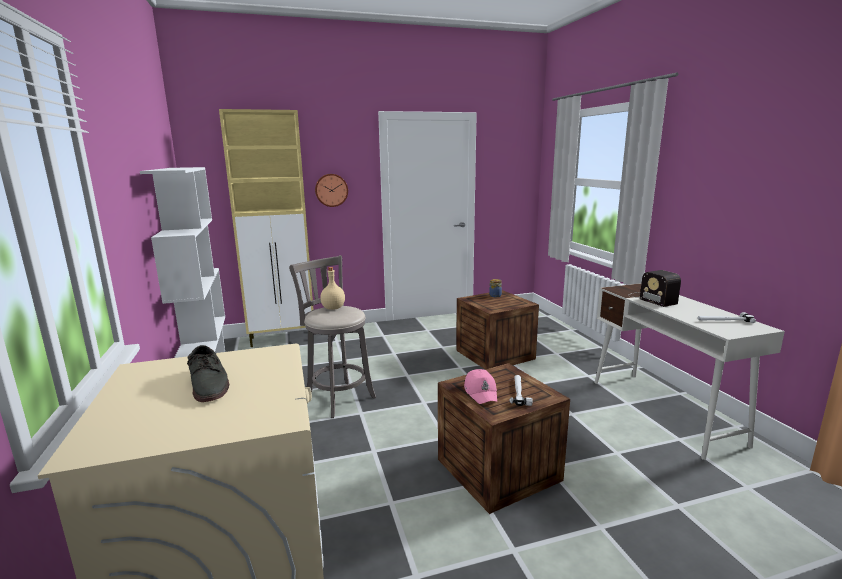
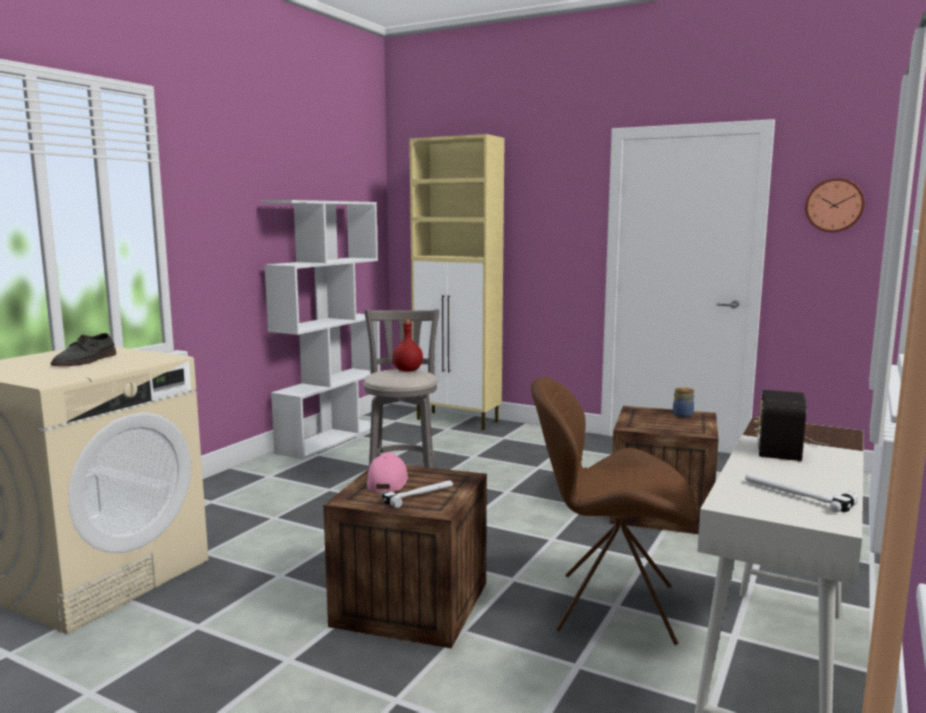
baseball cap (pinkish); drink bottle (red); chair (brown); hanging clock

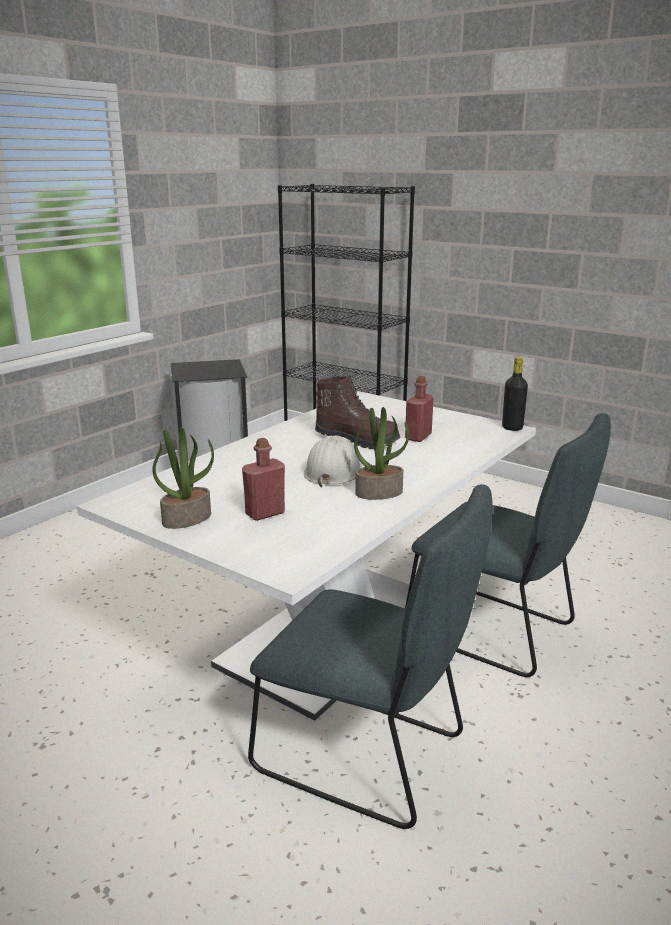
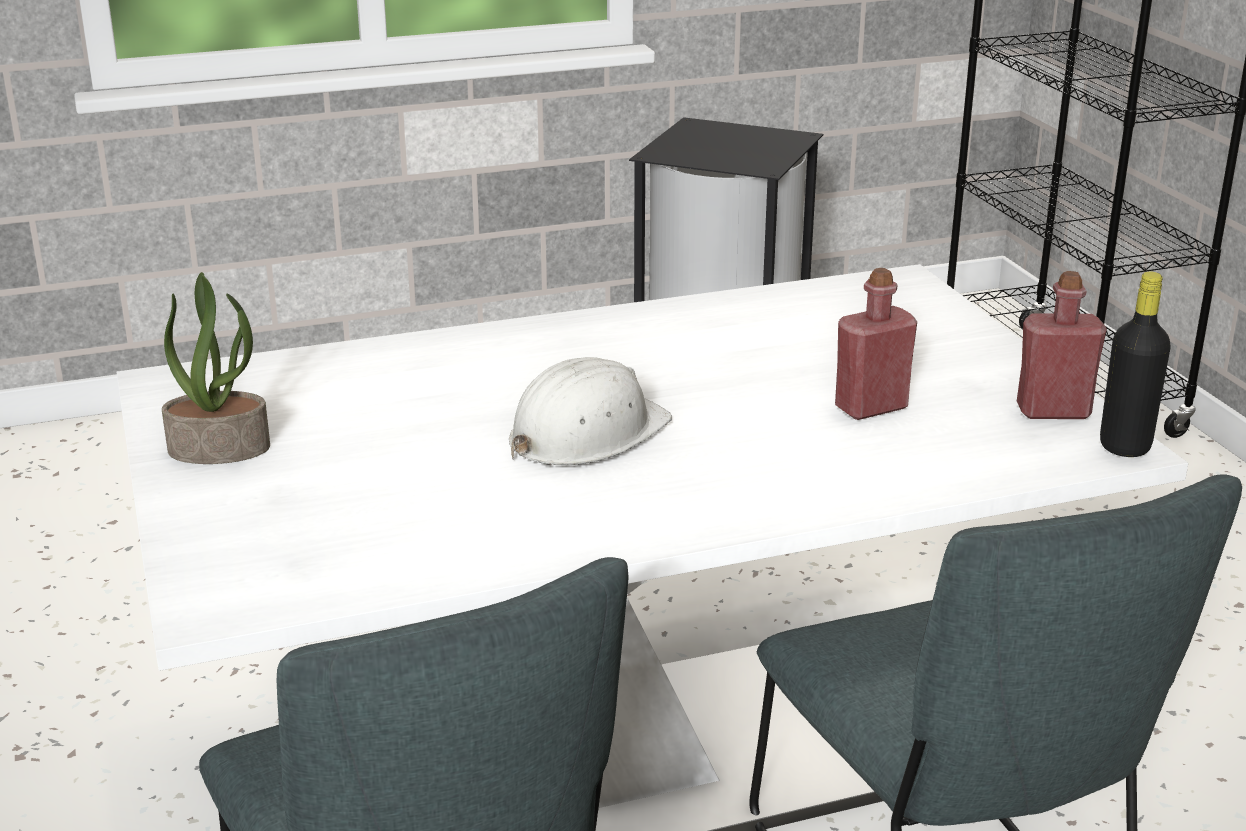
drink bottle (red) (no. 2 from left); high-top boot (brown); potted plant (no. 2 from left in the first image)

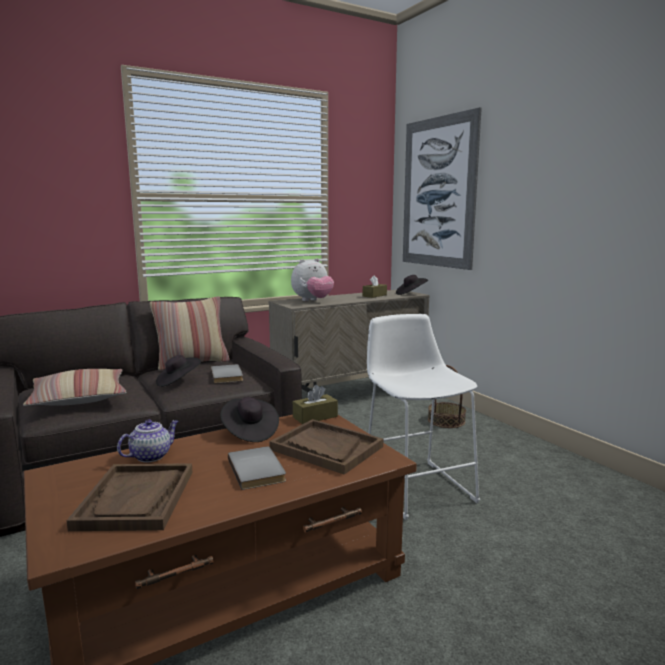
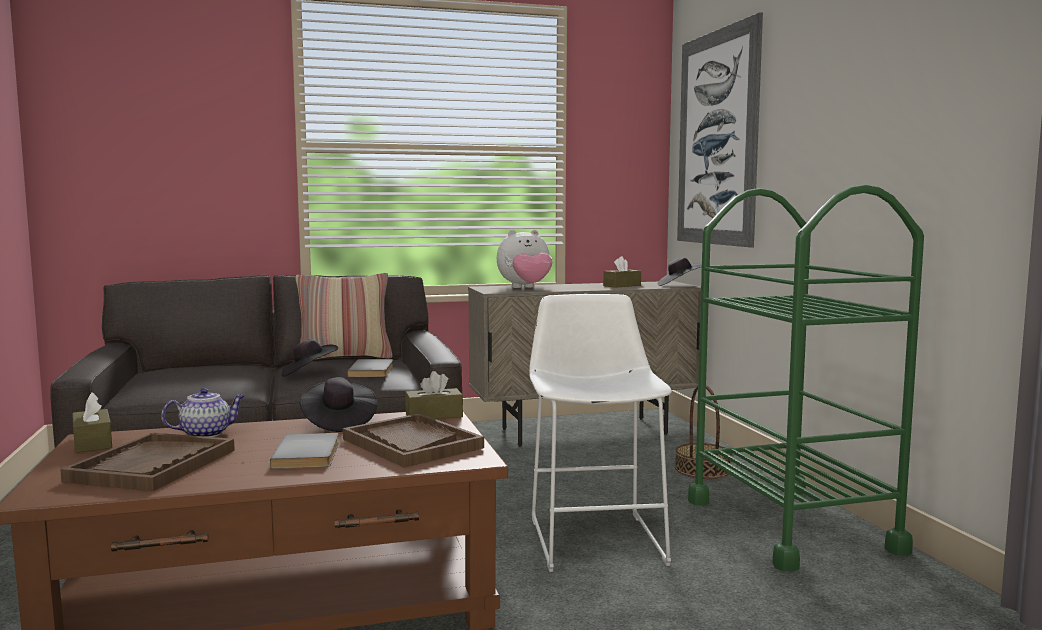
tissue holder (brown) (no. 1 from left); cart (green); throw pillow (no. 1 from left in the first image)

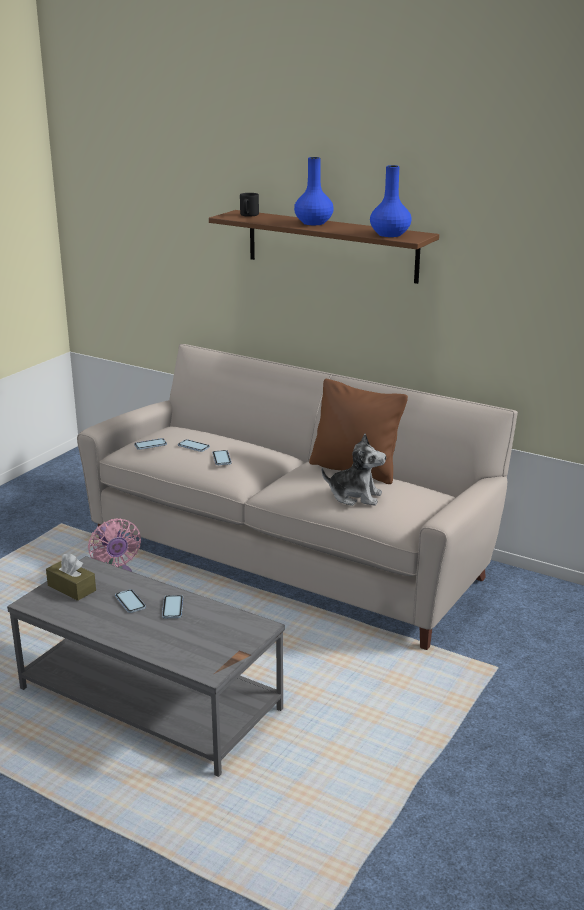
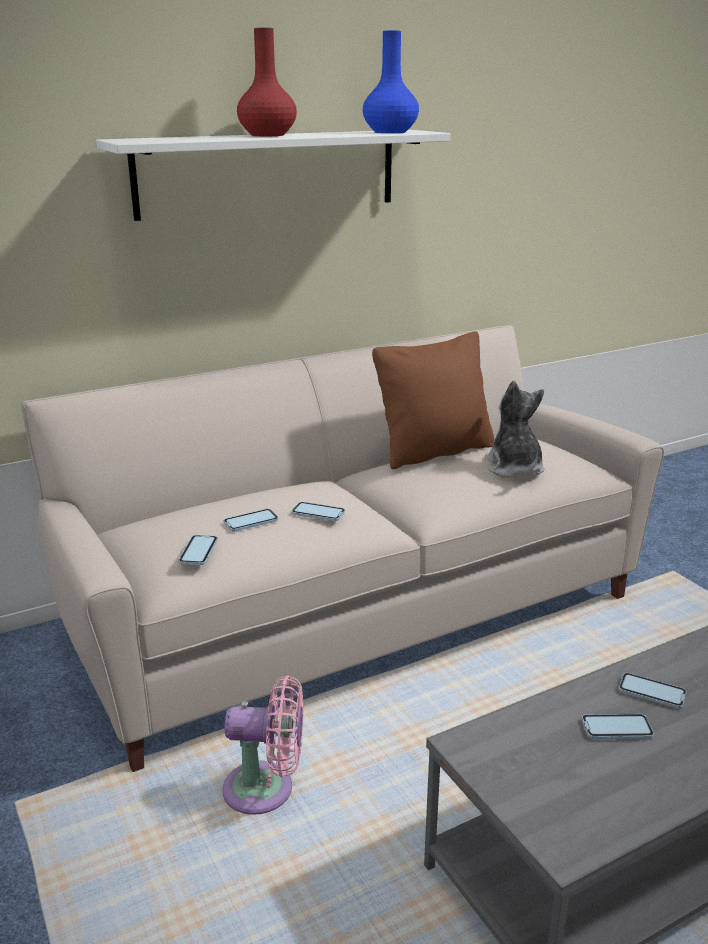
wall shelf (white-coloured); flower vase (red); soft toy; tissue holder (brown); tea mug (blackish)

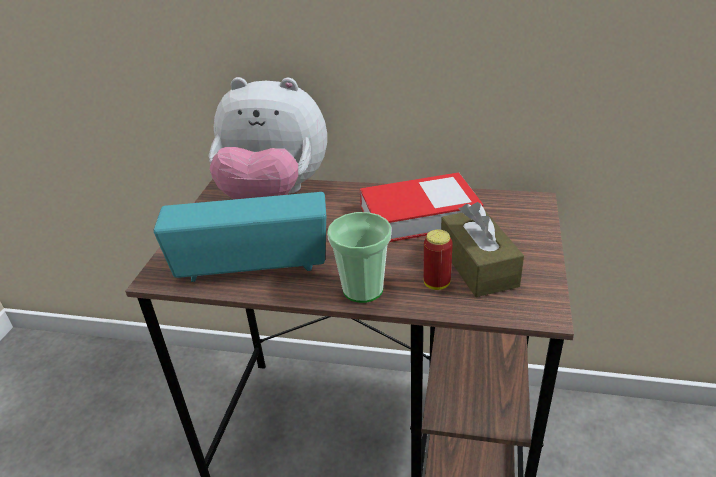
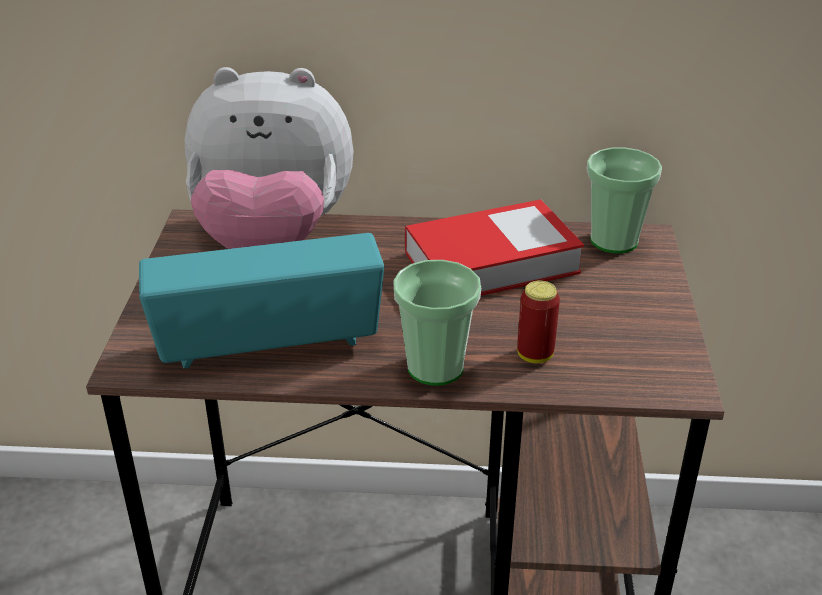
cup (no. 2 from left); tissue holder (brown)

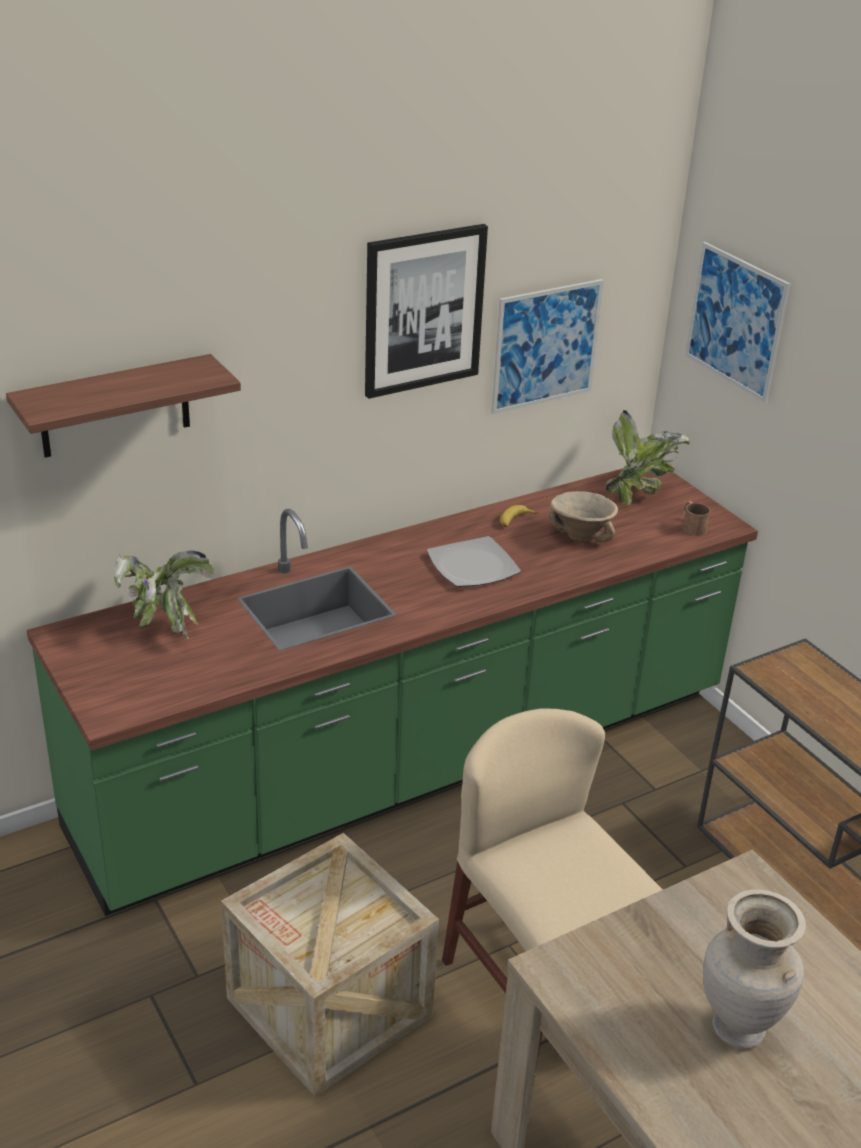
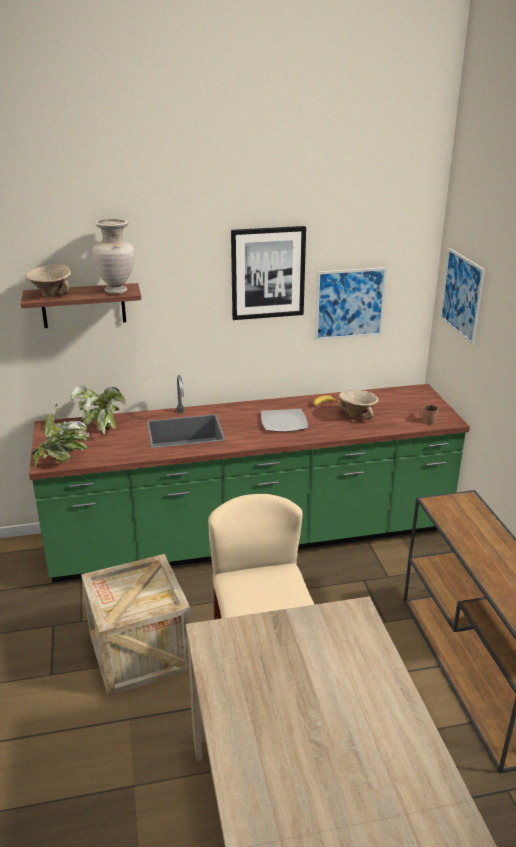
bowl (sand-coloured) (no. 1 from left); potted plant (no. 1 from left); flower vase (sand-coloured)

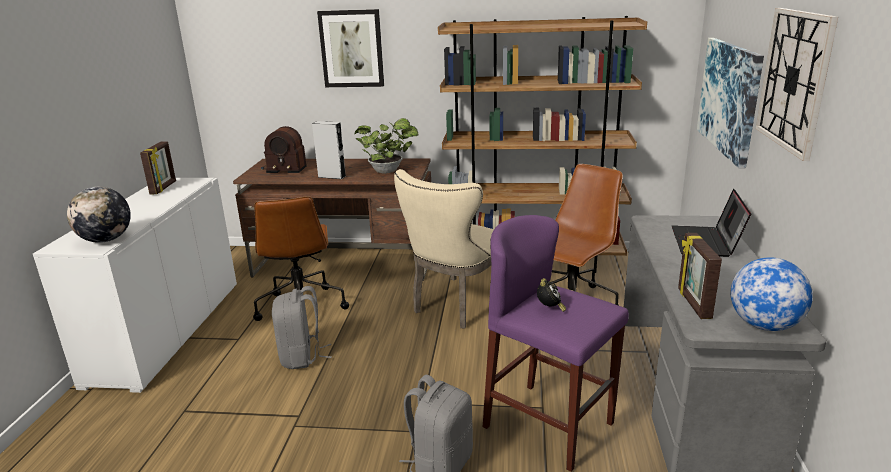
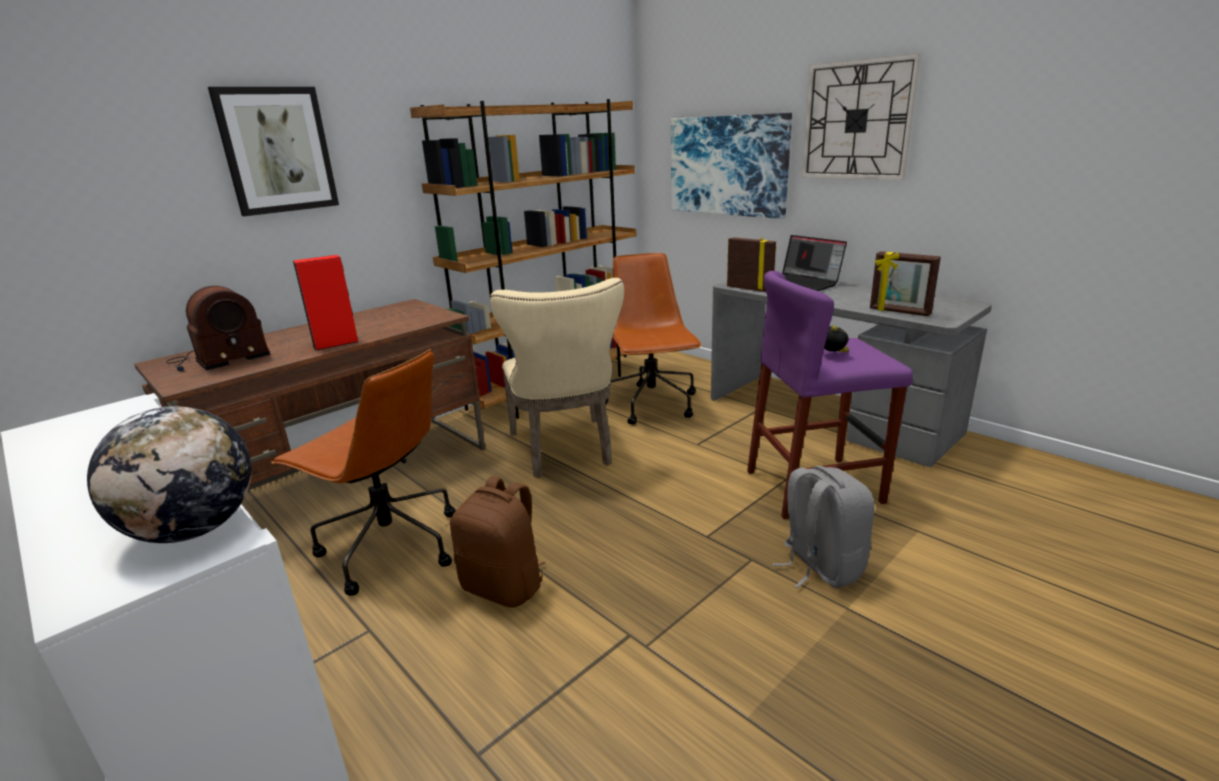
loudspeaker (red); backpack (brown); standing frame (no. 1 from left); potted plant; world globe (no. 2 from left in the first image)

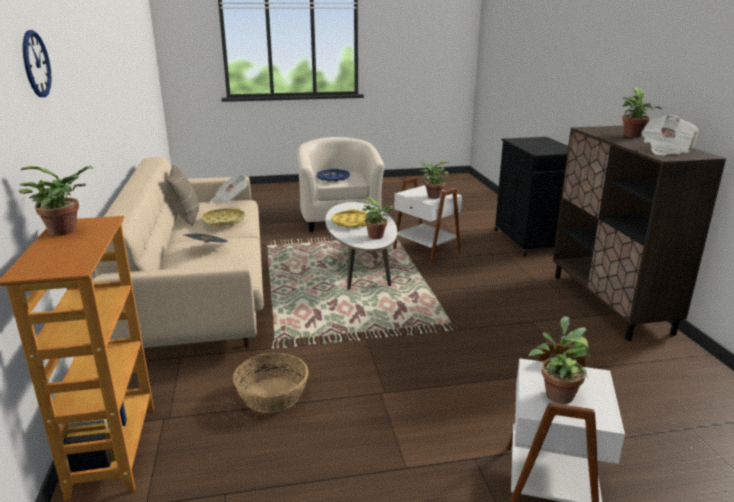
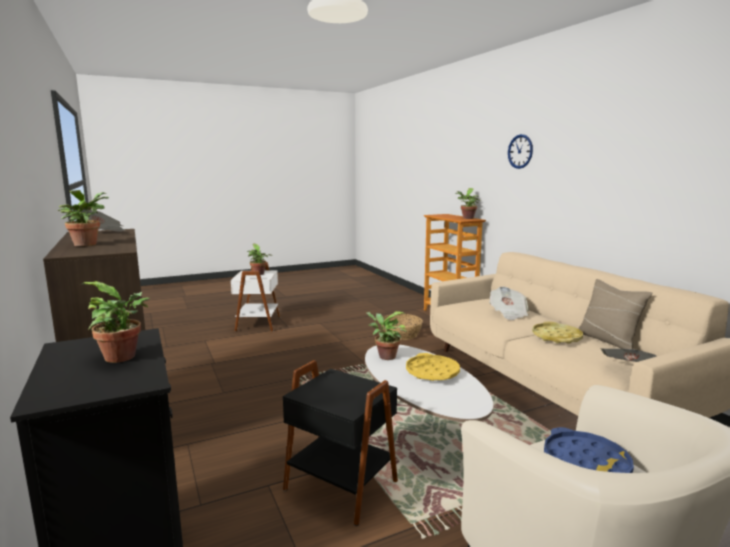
potted plant (no. 2 from left); side table (blackish)

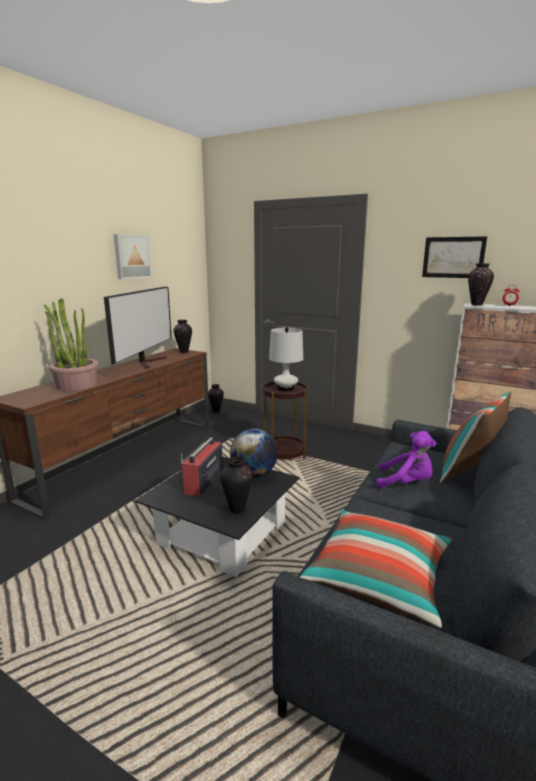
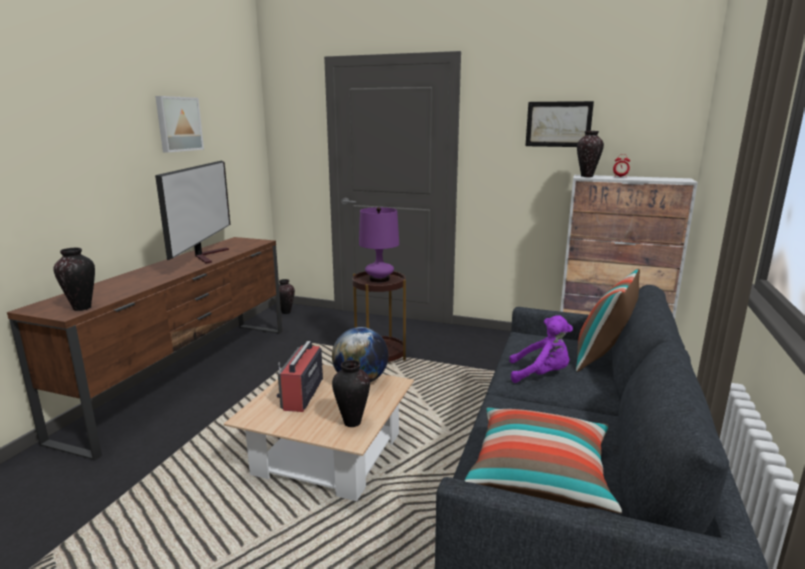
flower vase (no. 1 from left); coffee table (sand-coloured); tabletop lamp (purple); potted plant

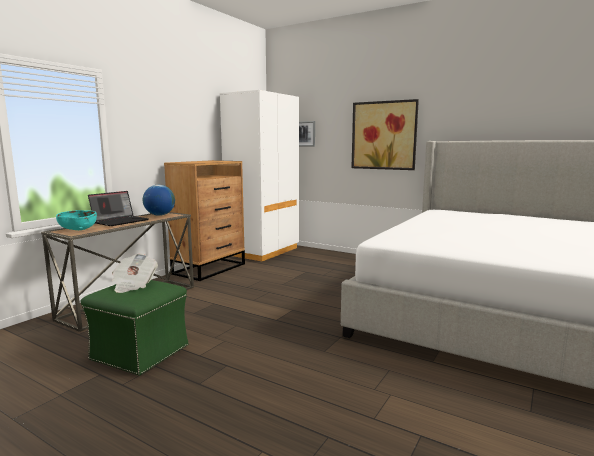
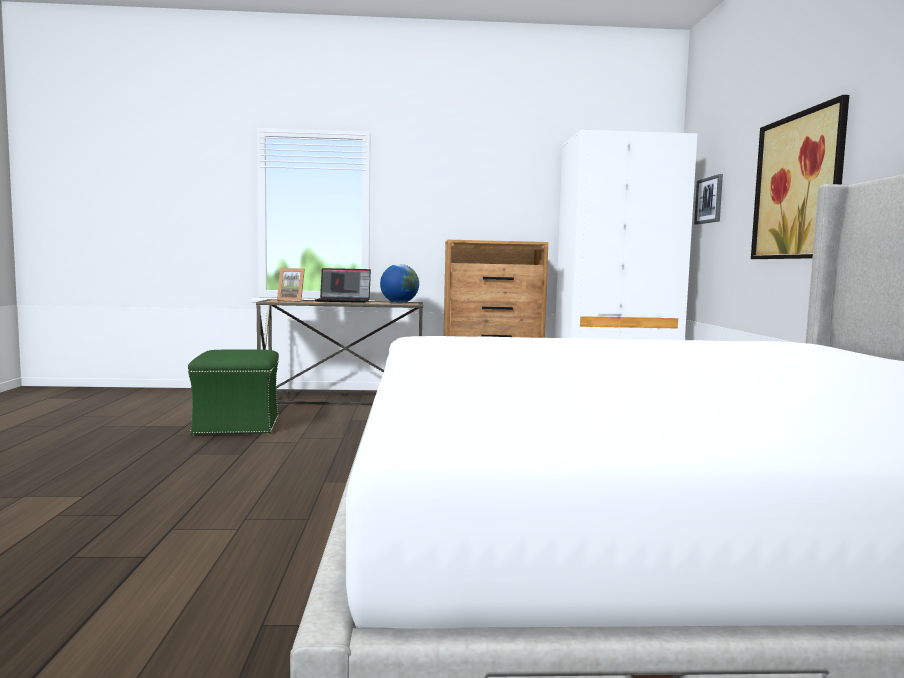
standing frame; daily paper

